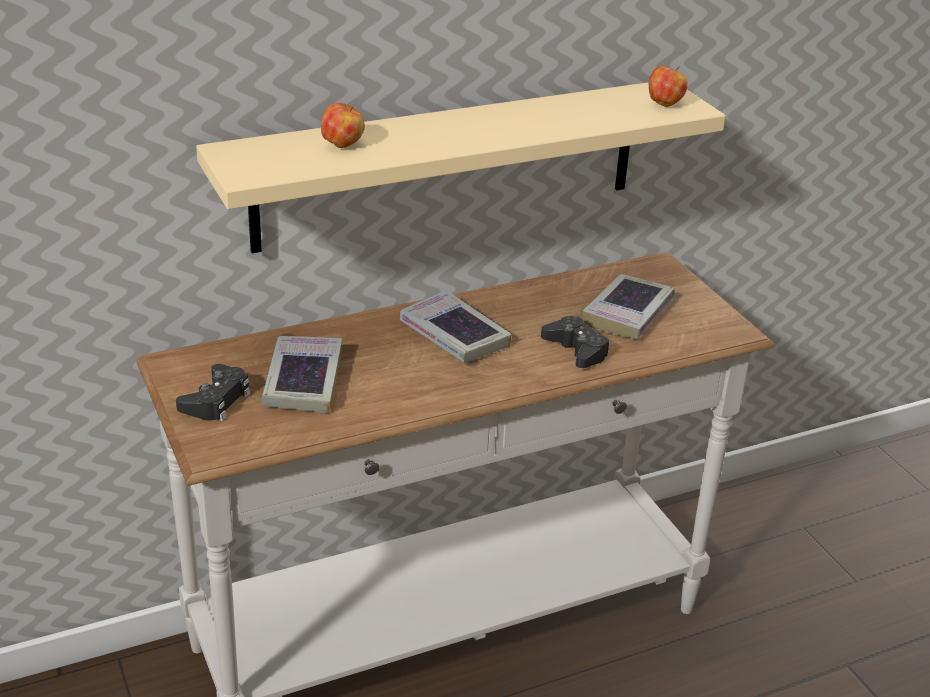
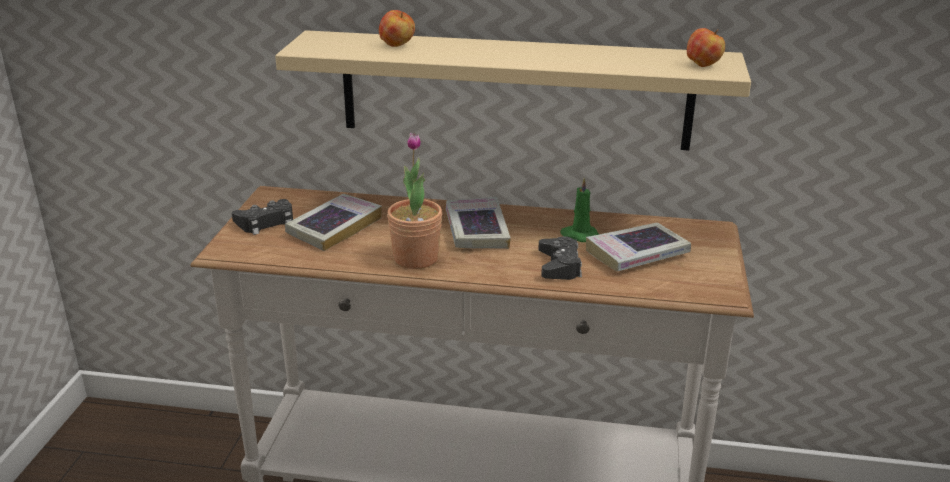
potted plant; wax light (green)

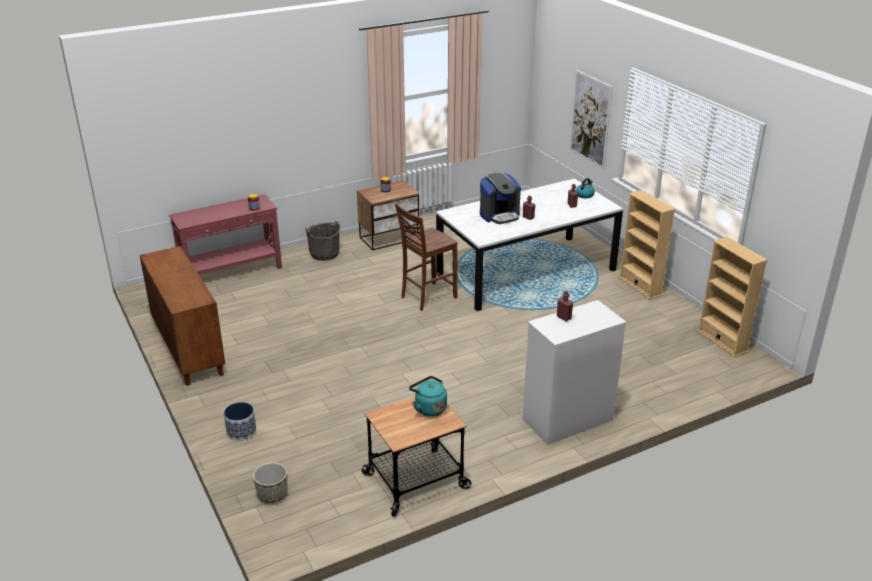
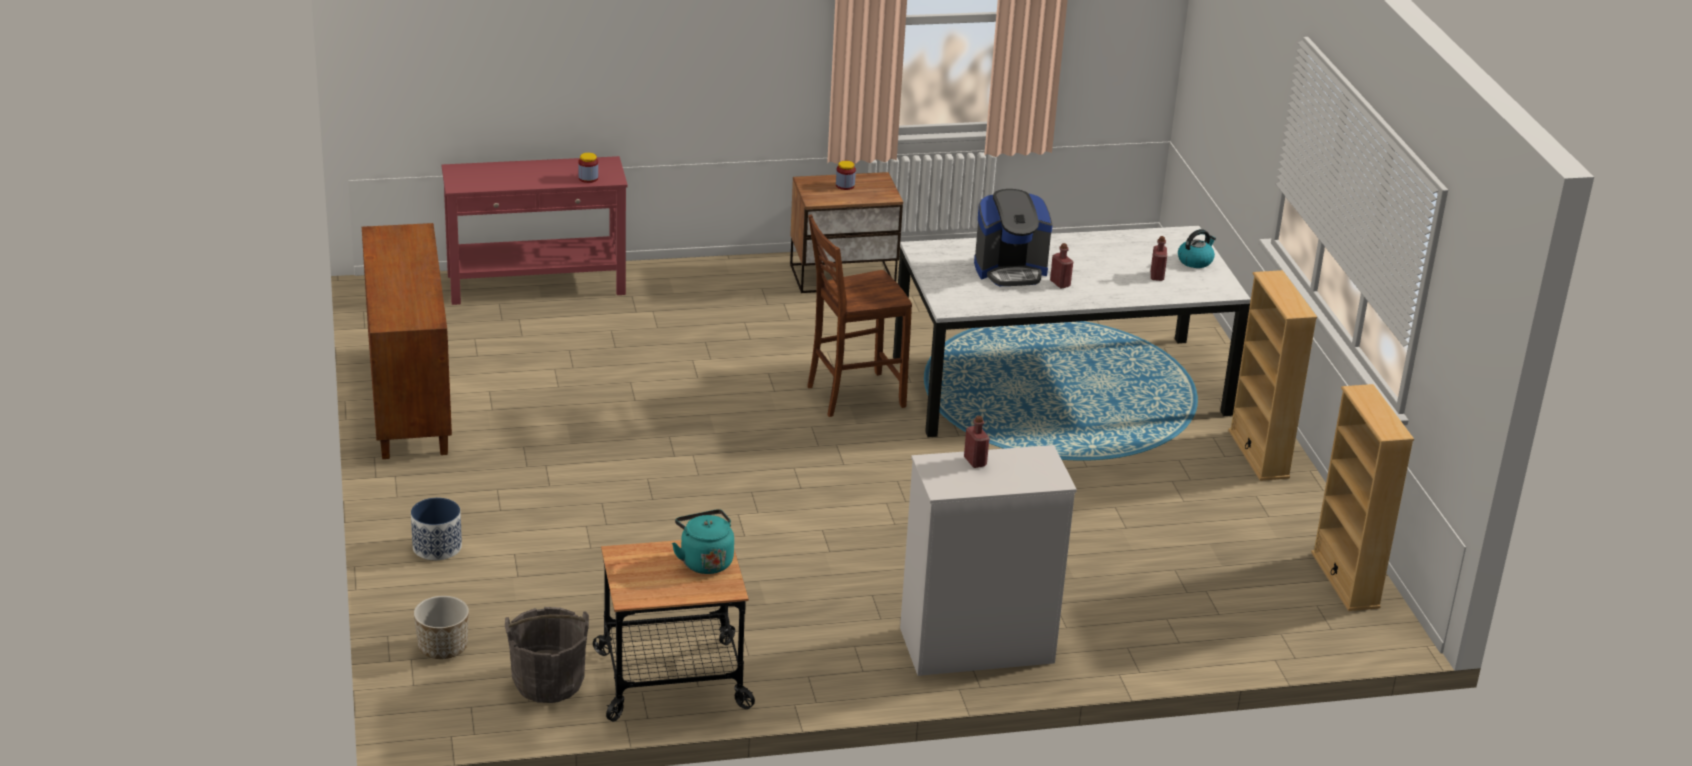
pail (greyish); wall picture

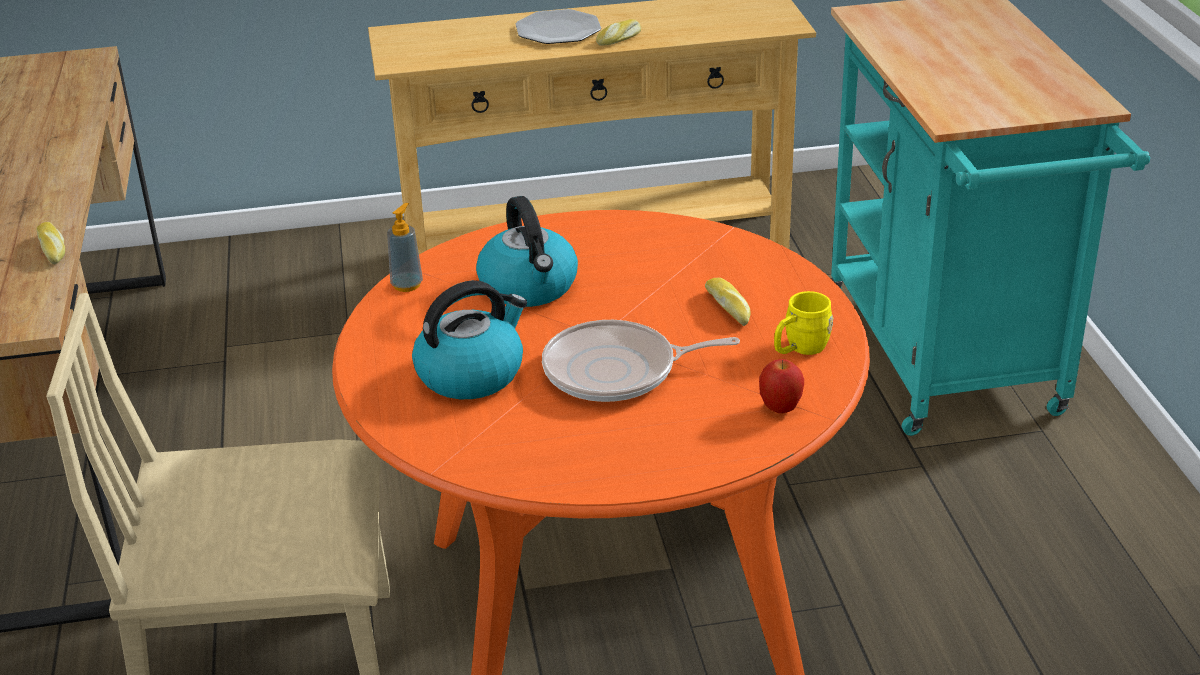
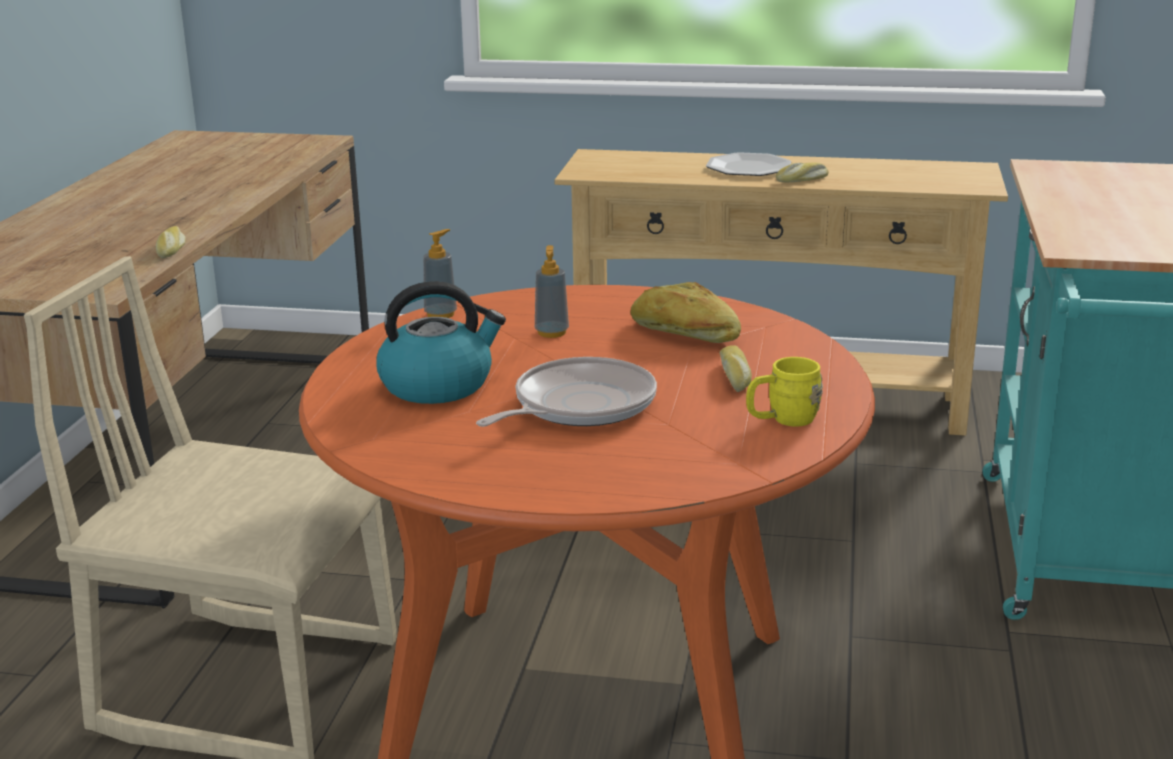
frying pan; soap bottle (no. 2 from left); bakery bread (no. 2 from left); whole apple

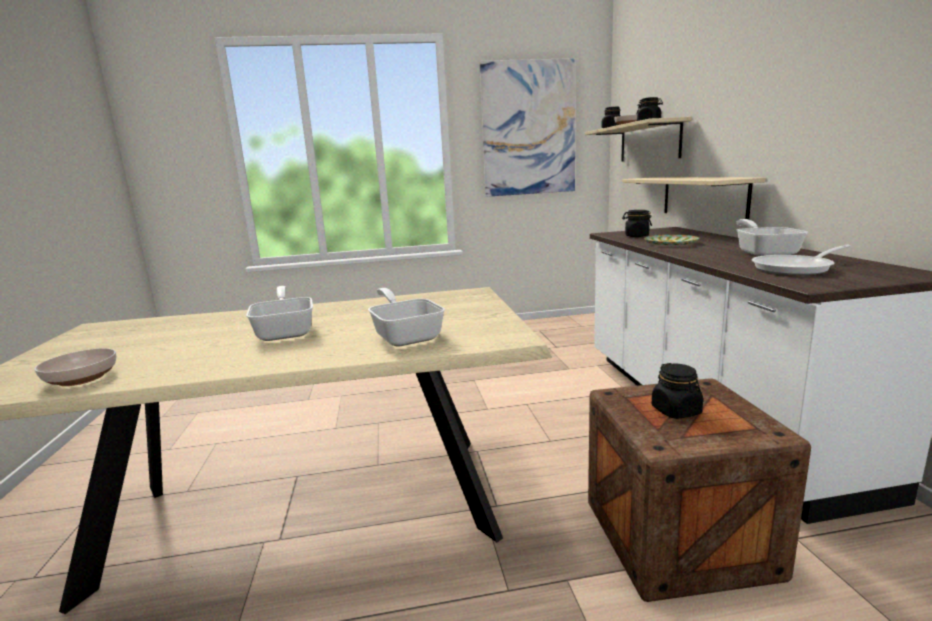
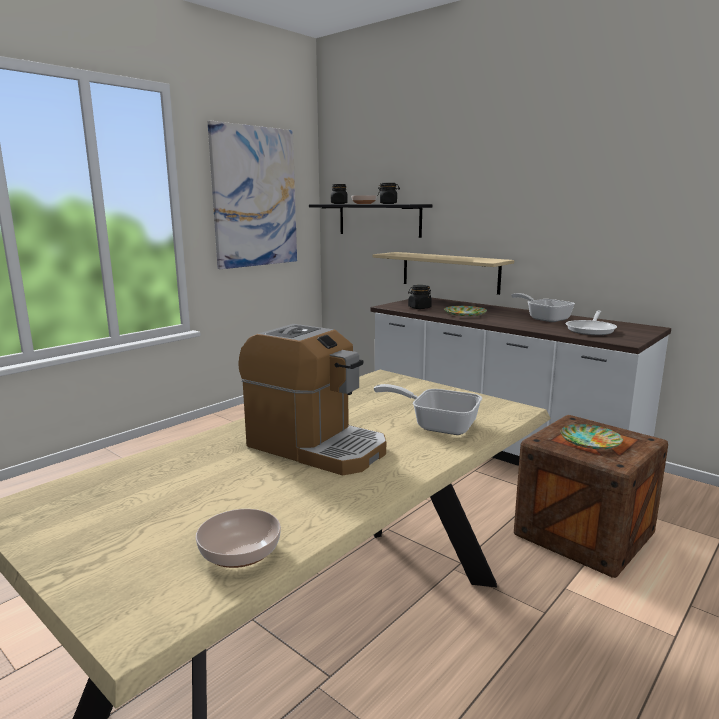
coffee machine; wall shelf (blackish); dinner plate (no. 2 from left)

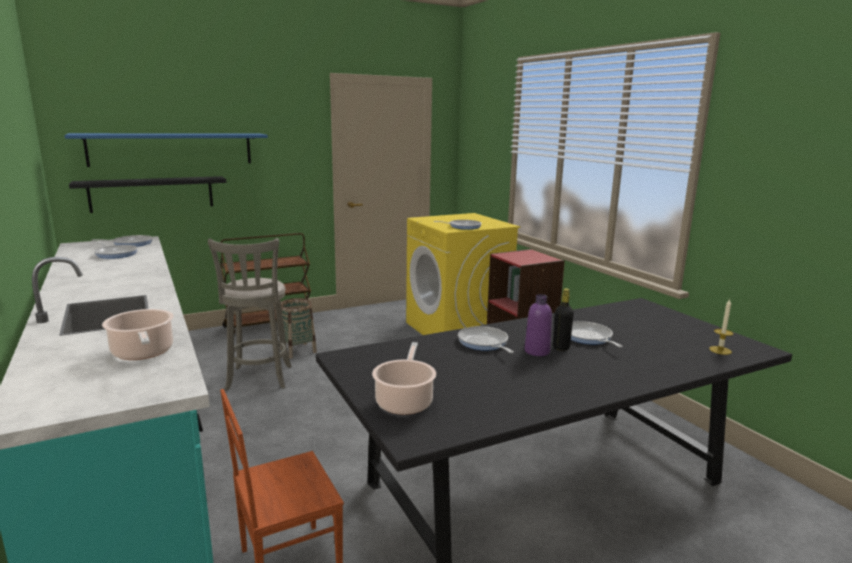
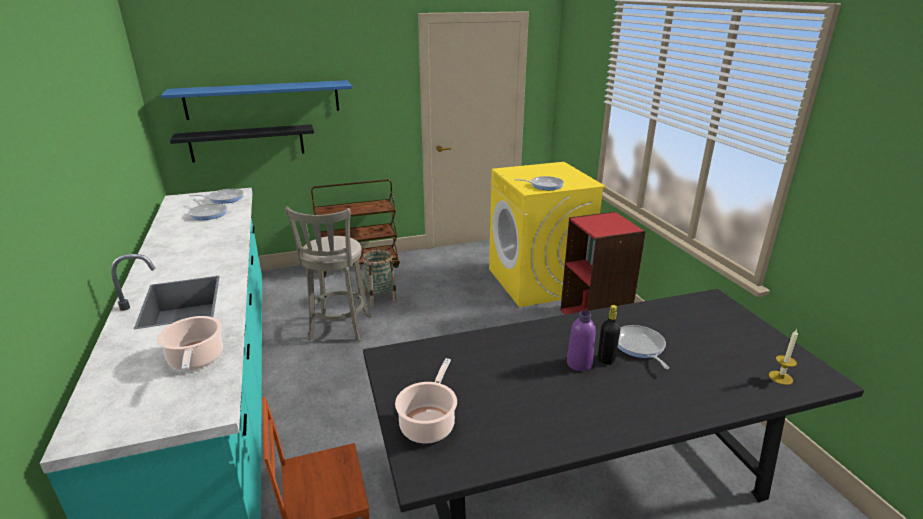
frying pan (no. 4 from left in the first image)

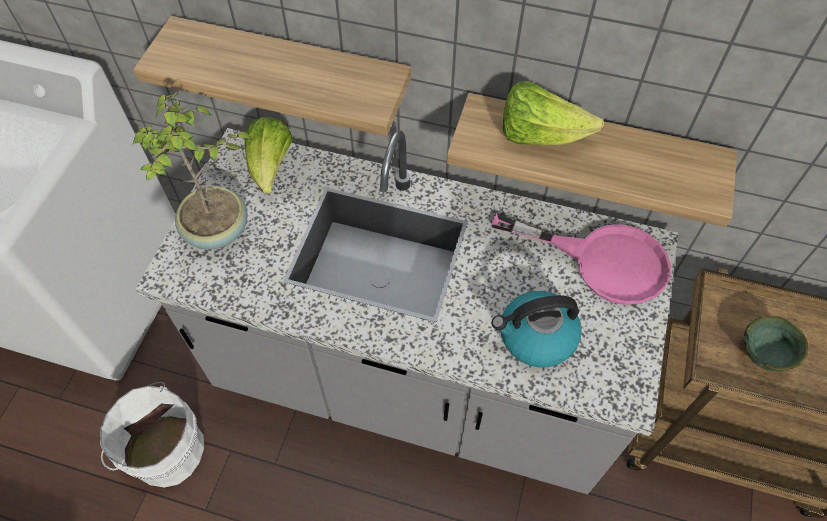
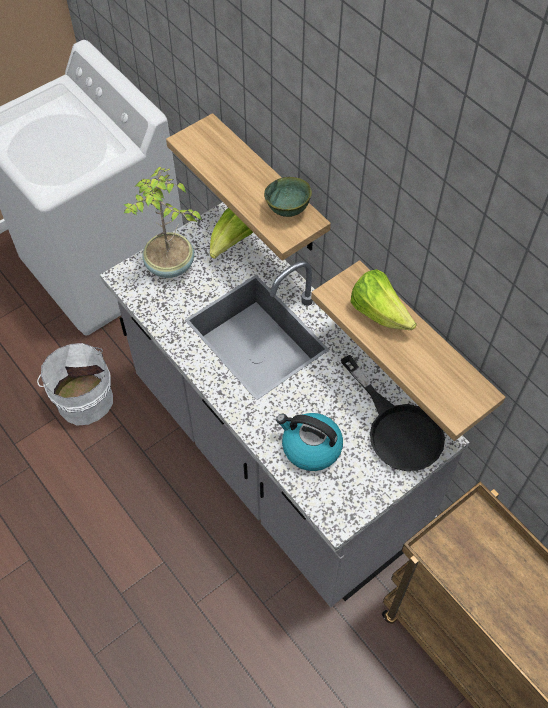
bowl (green); frying pan (blackish)

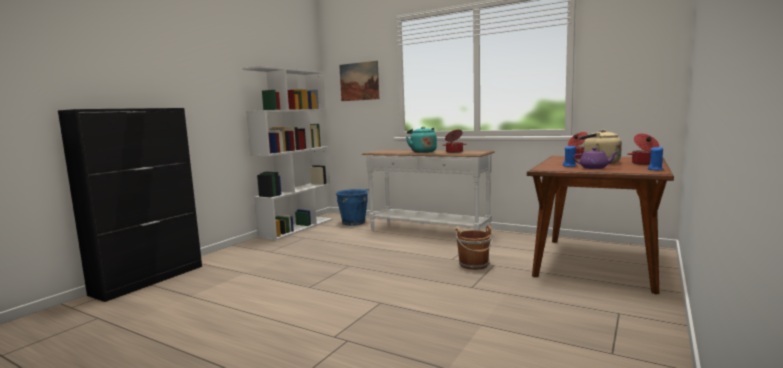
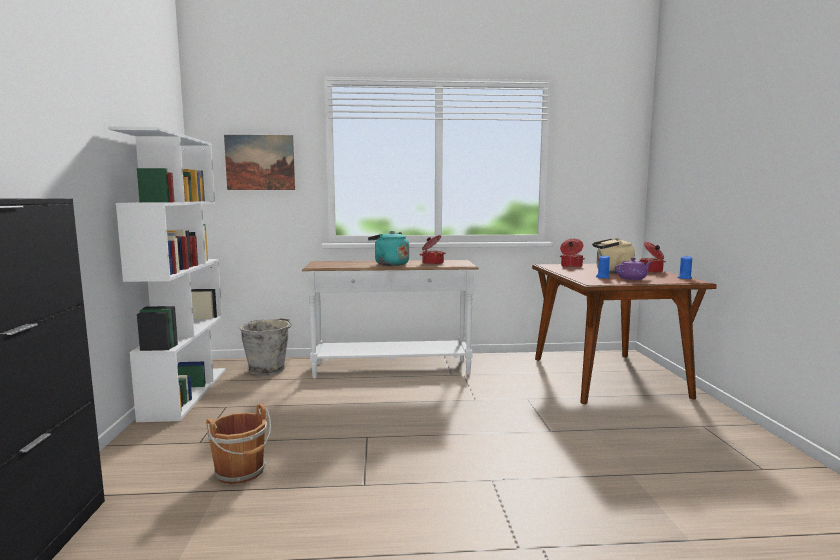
pail (brown); pail (greyish)

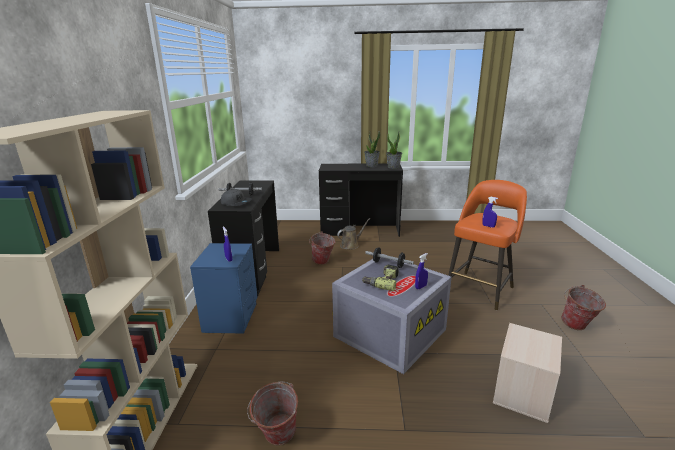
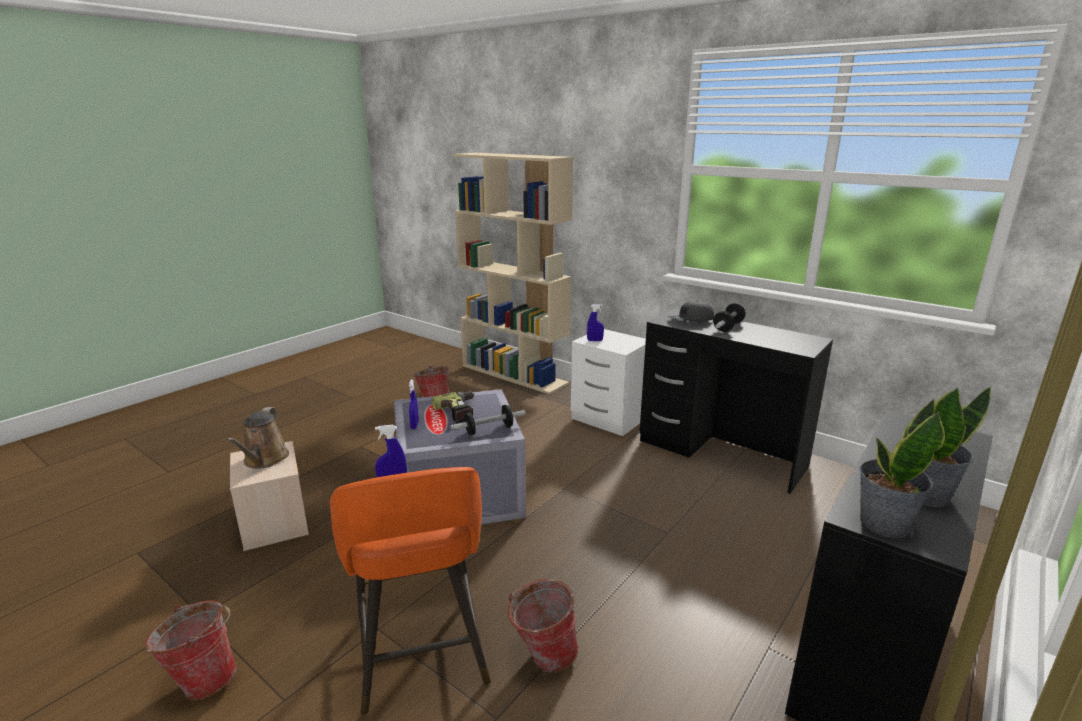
watering can (brown); pail (no. 3 from left); night table (white-coloured)

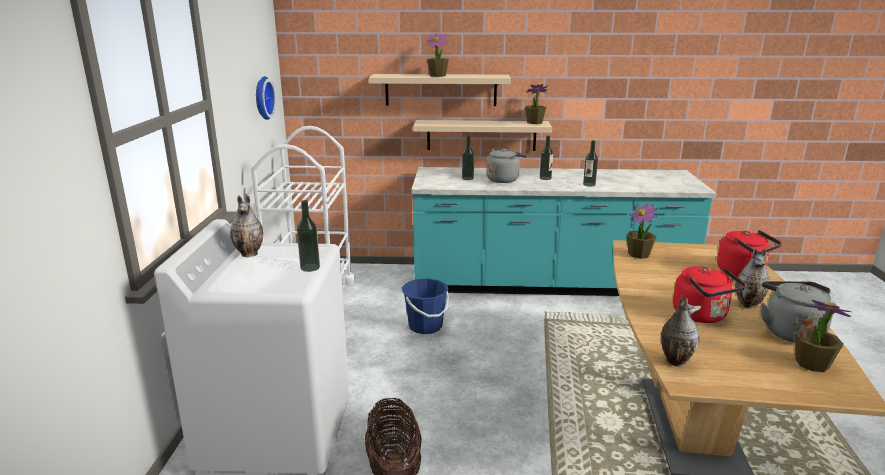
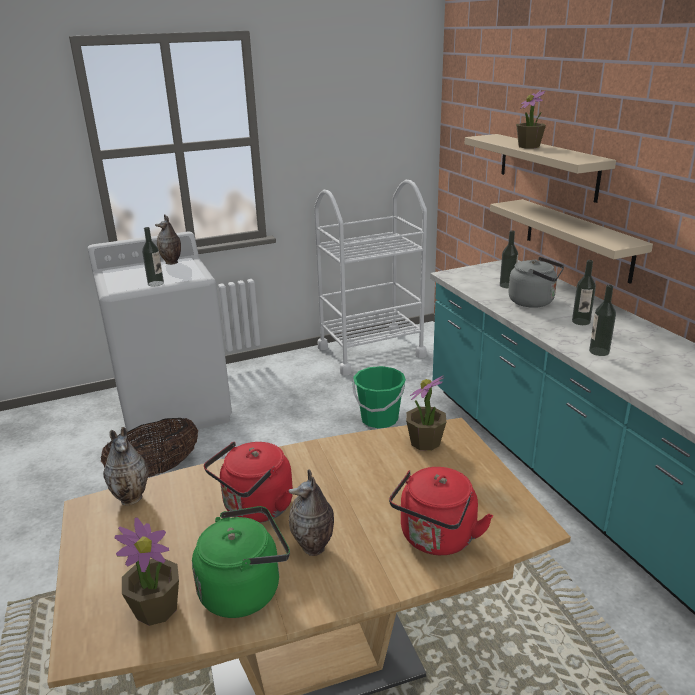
tea kettle (green); pail (green); hanging clock; potted plant (no. 2 from left in the first image)

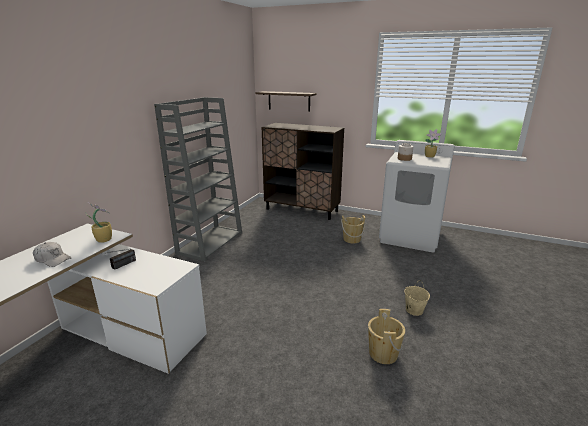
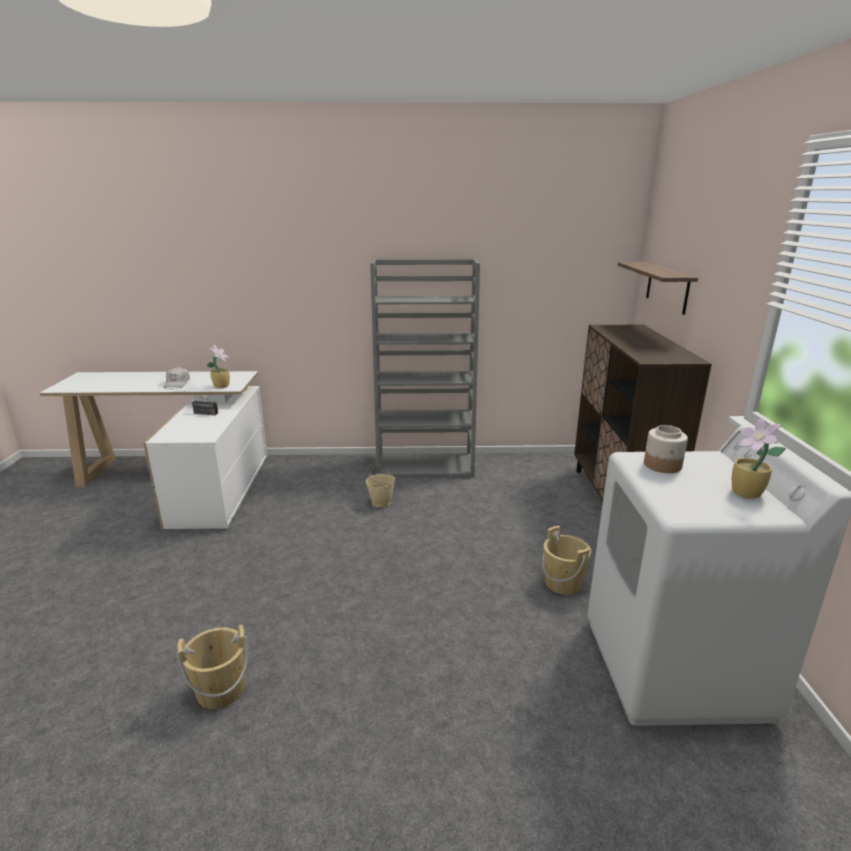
pail (sand-coloured) (no. 2 from left)

